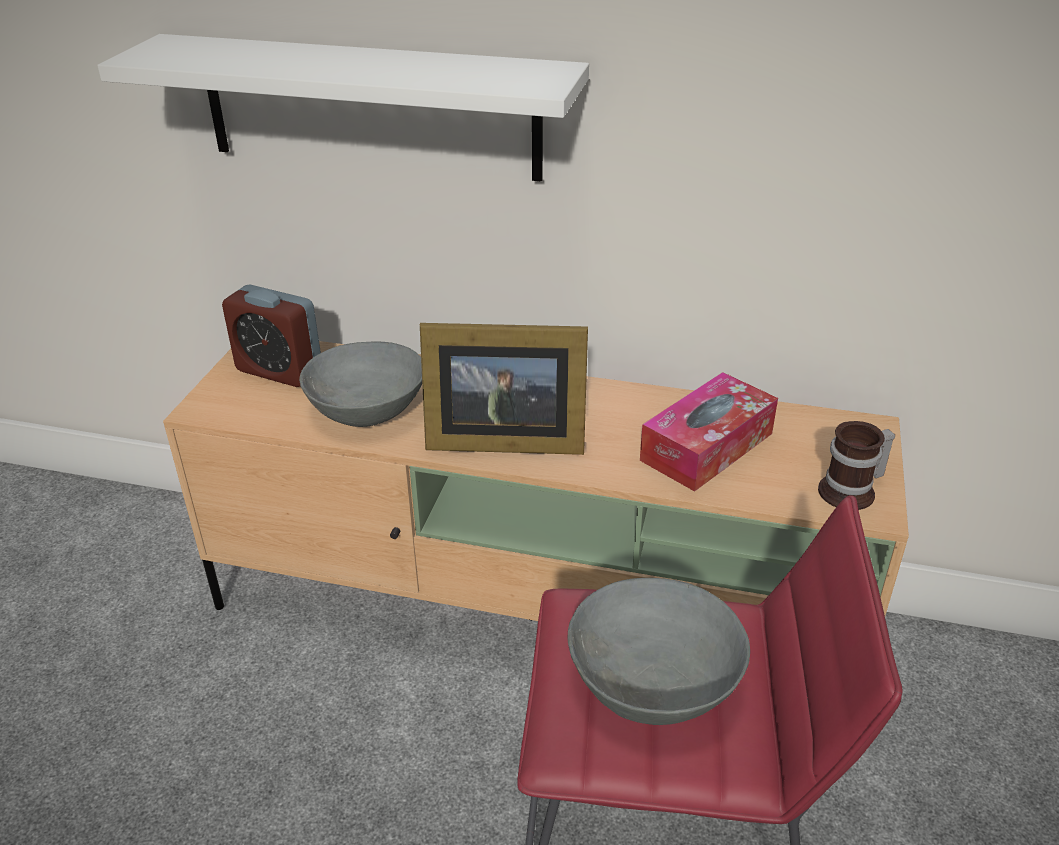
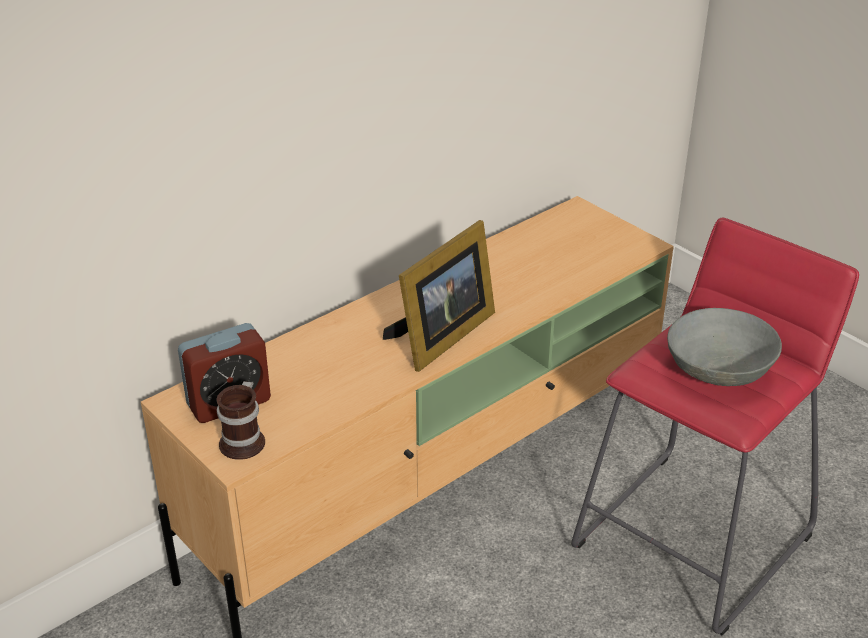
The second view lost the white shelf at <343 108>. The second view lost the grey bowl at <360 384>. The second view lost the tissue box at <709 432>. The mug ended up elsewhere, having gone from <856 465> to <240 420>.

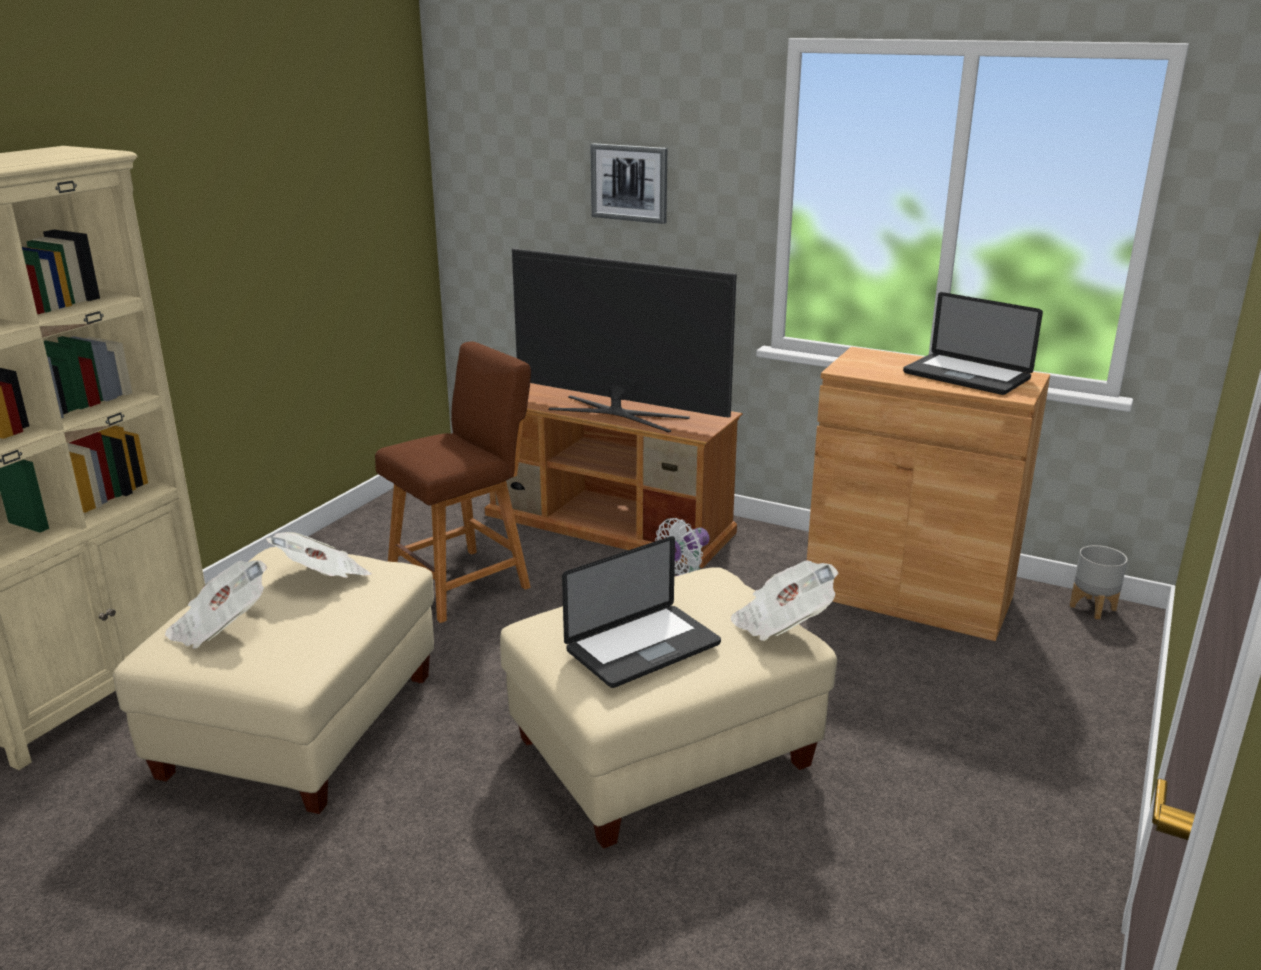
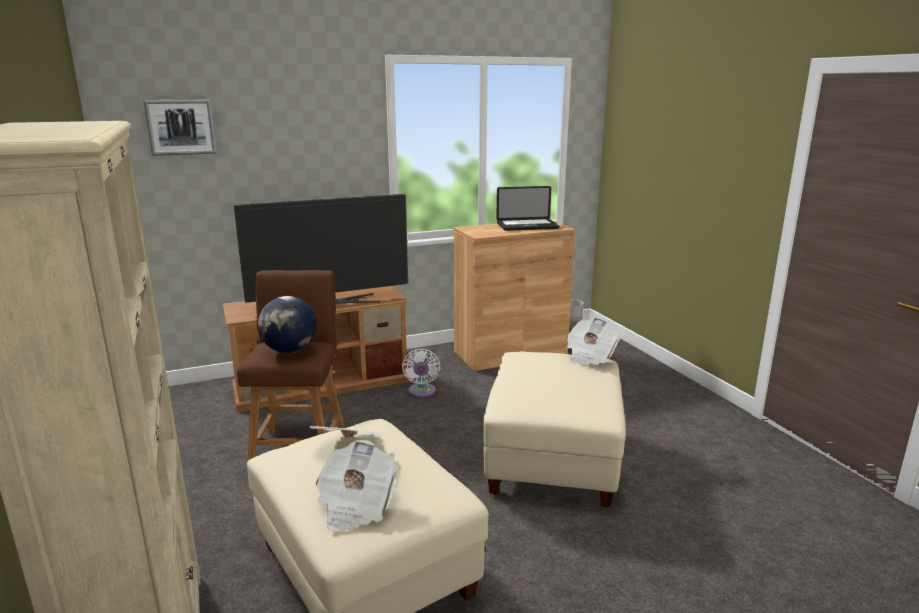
The picture ended up elsewhere, having gone from <628 183> to <180 128>. The second view lost the laptop at <641 612>. The second view gained the globe at <287 324>.

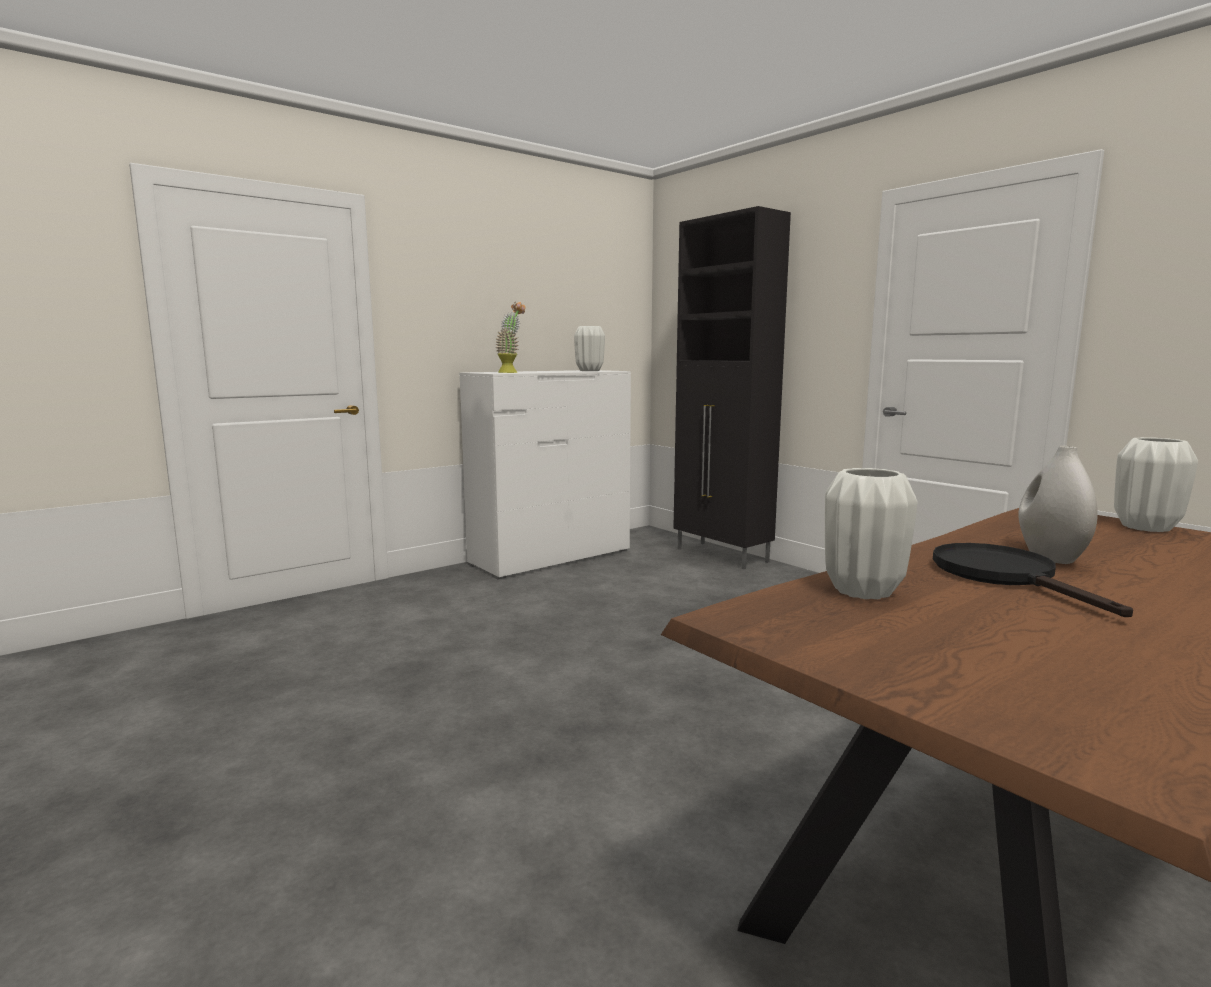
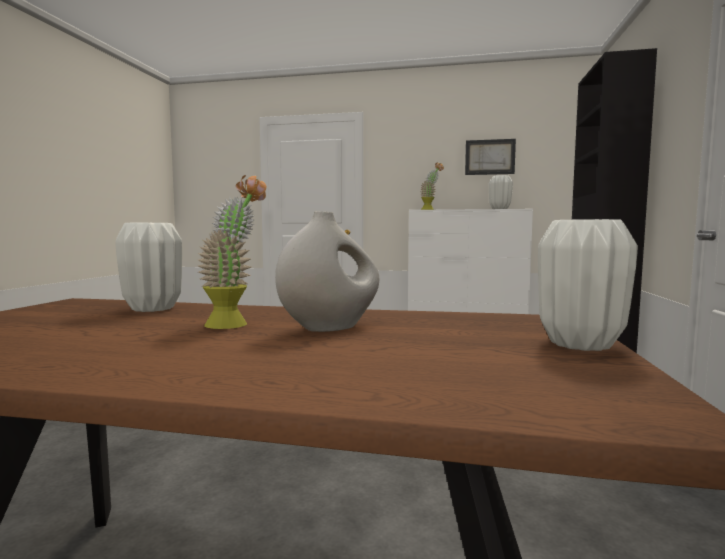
Where the black frying pan stood at <1033 580>, the potted plant came to stand at <232 252>. The second view gained the picture at <490 157>.

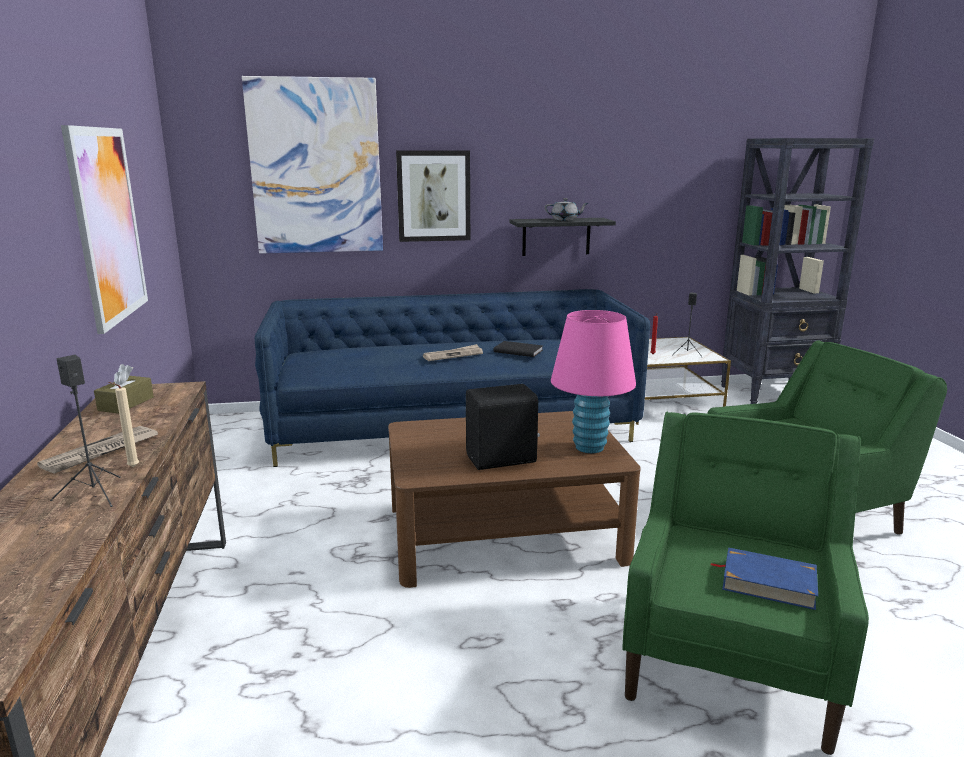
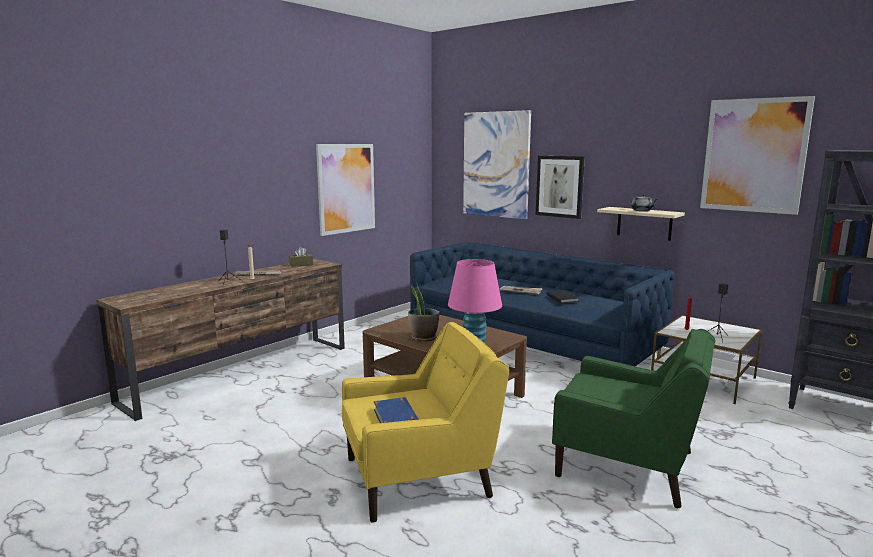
What was the black shelf at <562 237> turned into the beige shelf at <641 224>. Where the black speaker stood at <503 427>, the potted plant came to stand at <423 312>. What was the green armchair at <745 583> turned into the yellow armchair at <425 422>. The second view gained the picture at <757 155>.

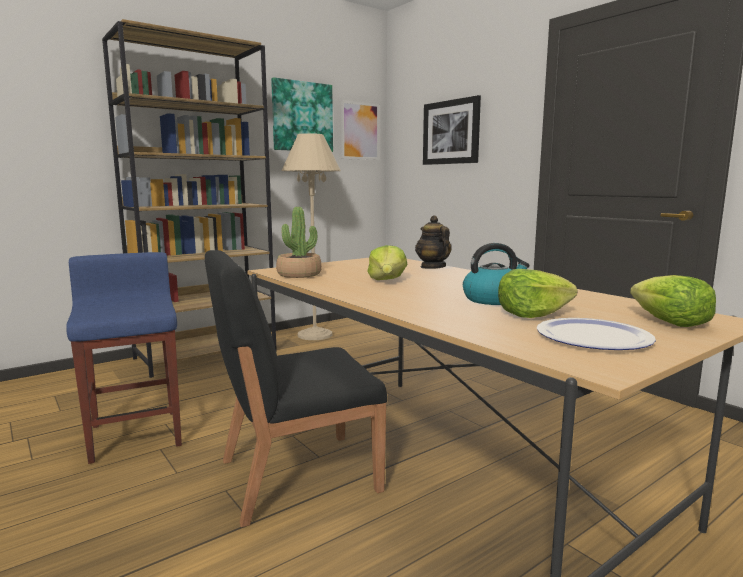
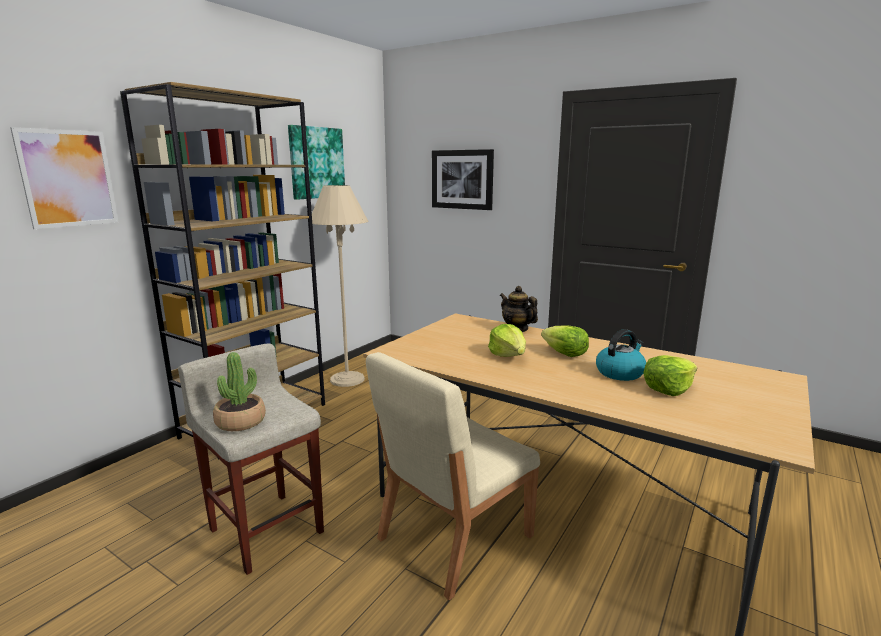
The picture ended up elsewhere, having gone from <360 130> to <64 178>. The potted plant ended up elsewhere, having gone from <299 242> to <239 391>. What was the black chair at <296 388> turned into the beige chair at <453 476>. What was the blue stool at <124 358> turned into the beige stool at <251 459>. The lettuce ended up elsewhere, having gone from <673 301> to <565 341>. The second view lost the plate at <596 334>.

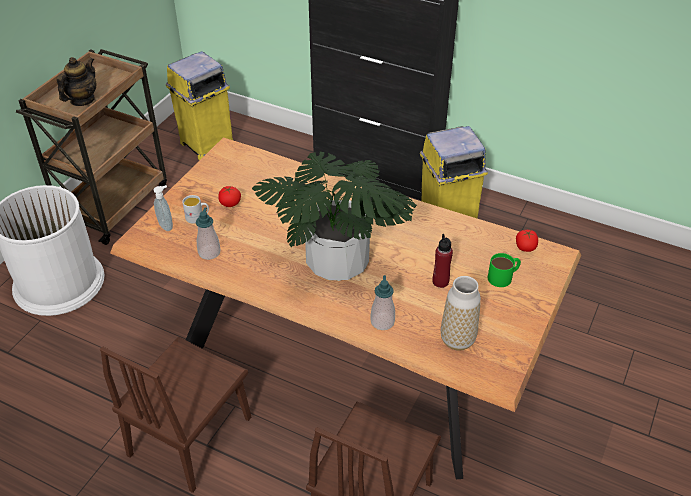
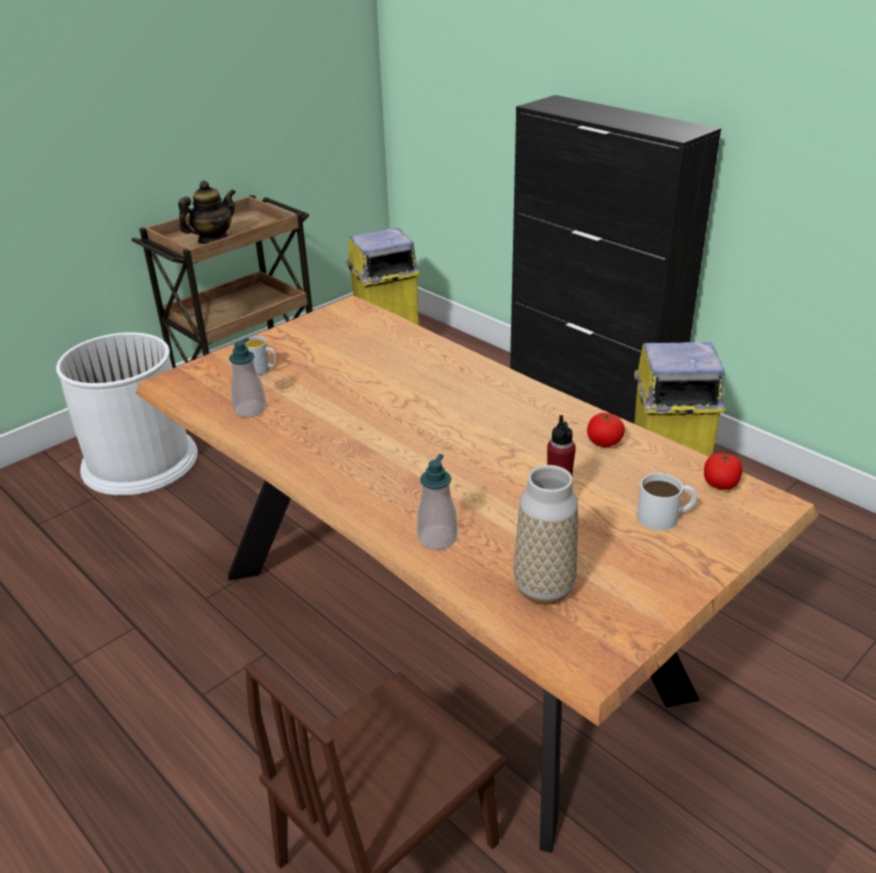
The second view lost the potted plant at <334 216>. The second view lost the soap dispenser at <163 208>. The tomato ended up elsewhere, having gone from <229 196> to <606 430>. What was the green mug at <504 270> turned into the white mug at <667 501>. The second view lost the brown chair at <175 415>.

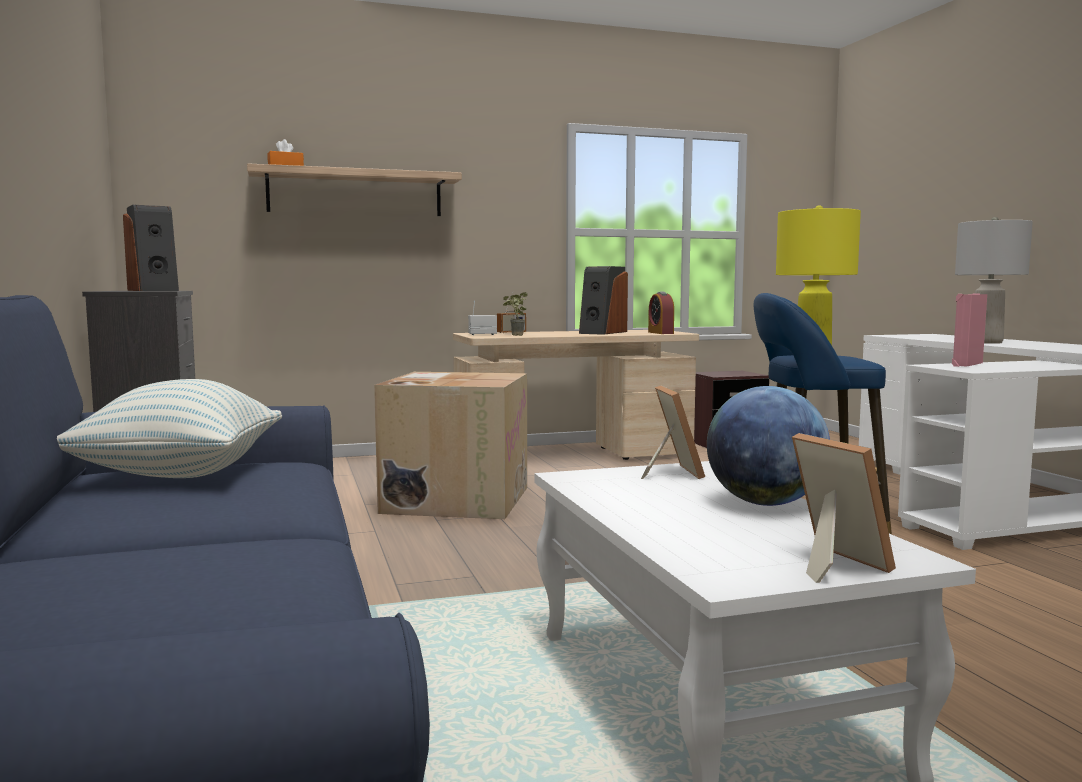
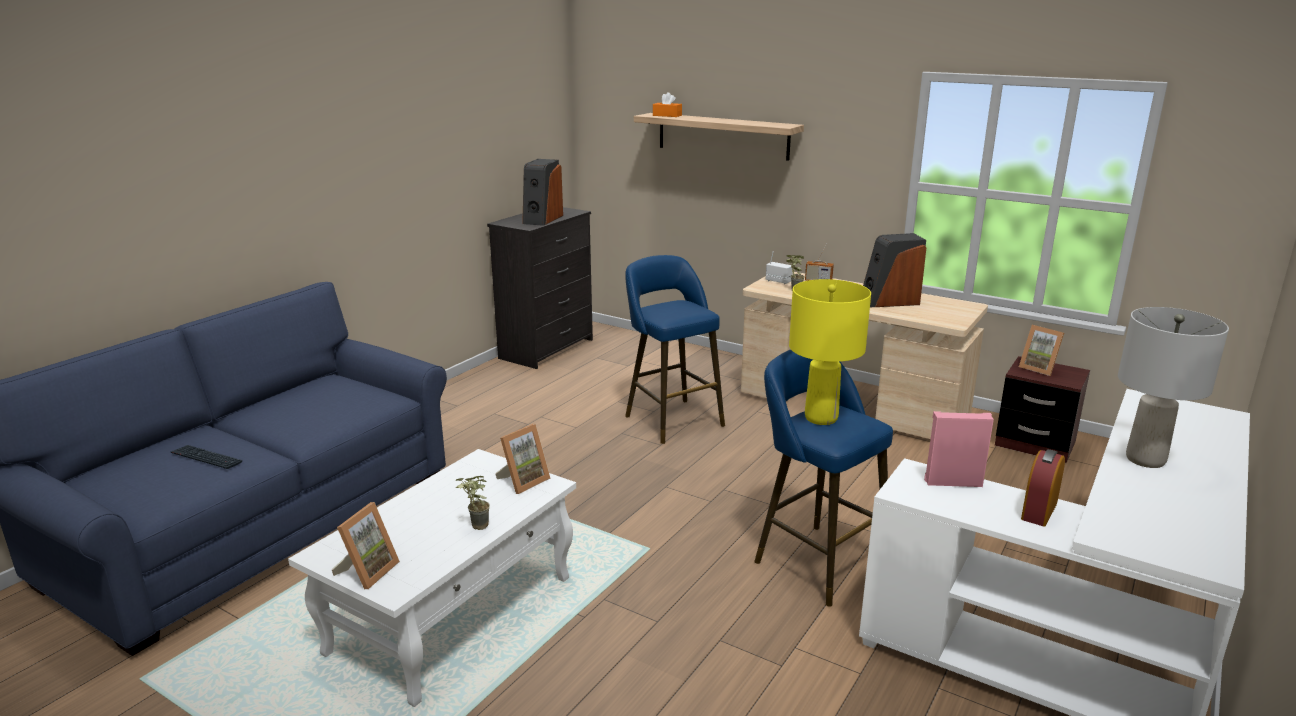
The alarm clock ended up elsewhere, having gone from <661 313> to <1043 488>. Where the cardboard box stood at <450 445>, the blue stool came to stand at <675 349>. The second view lost the pillow at <169 428>. Where the globe stood at <768 446>, the potted plant came to stand at <472 503>. The second view gained the picture frame at <1041 350>. The second view gained the keyboard at <206 457>.

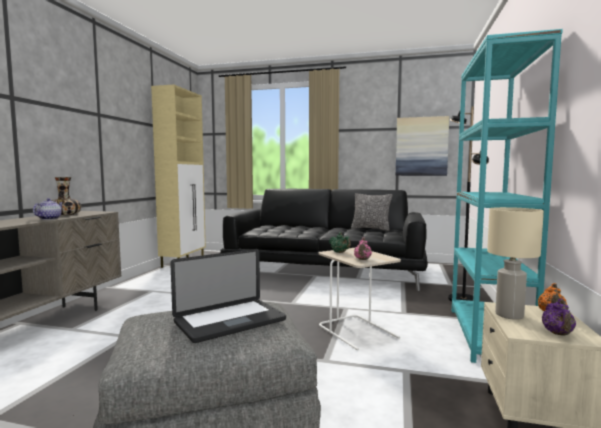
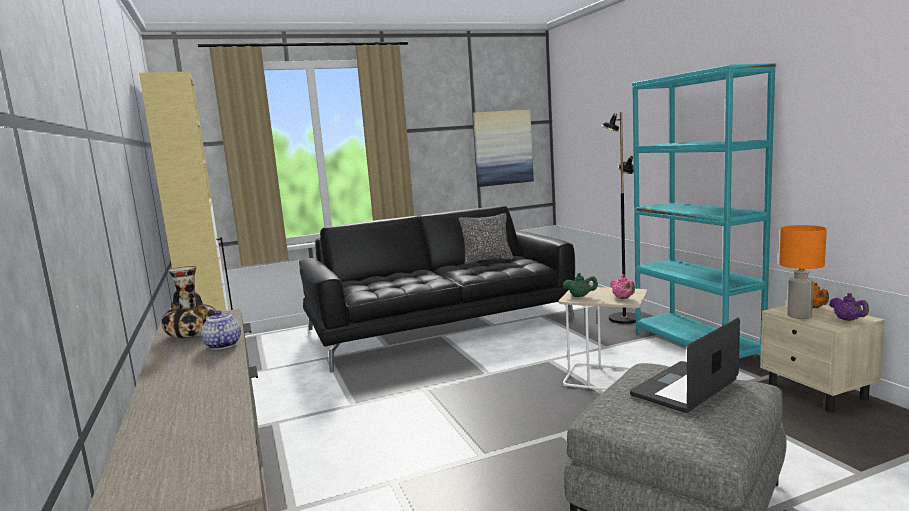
What was the beige table lamp at <515 263> turned into the orange table lamp at <803 272>. The laptop at <228 296> ended up facing another way, 150 degrees counterclockwise from before.

